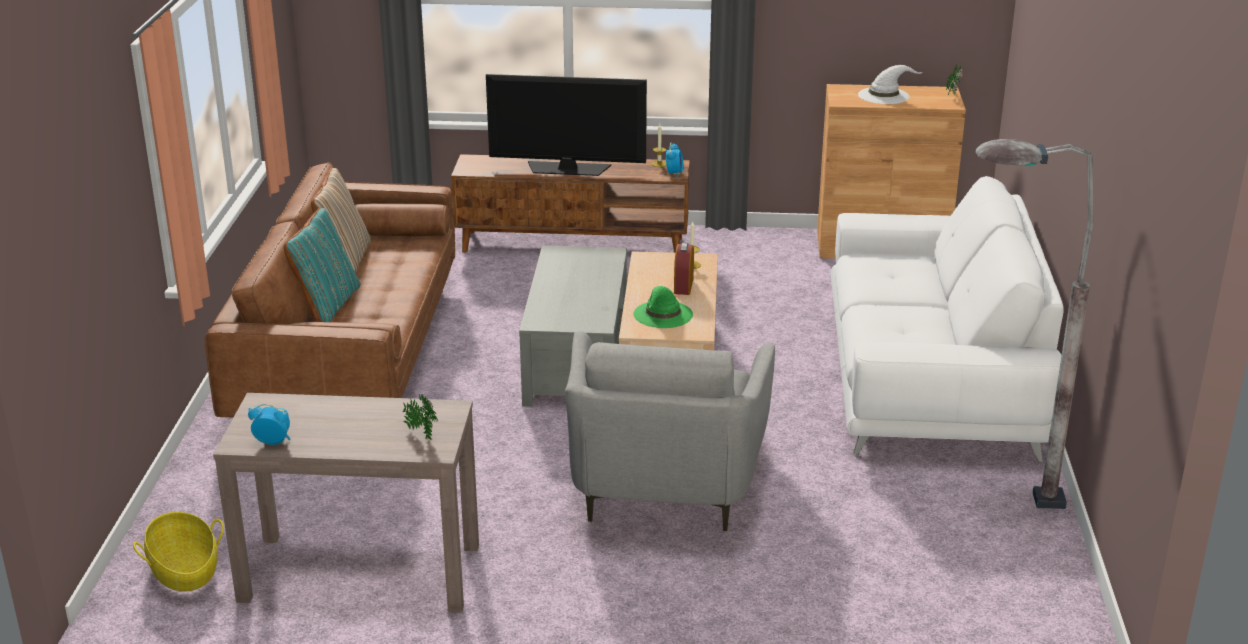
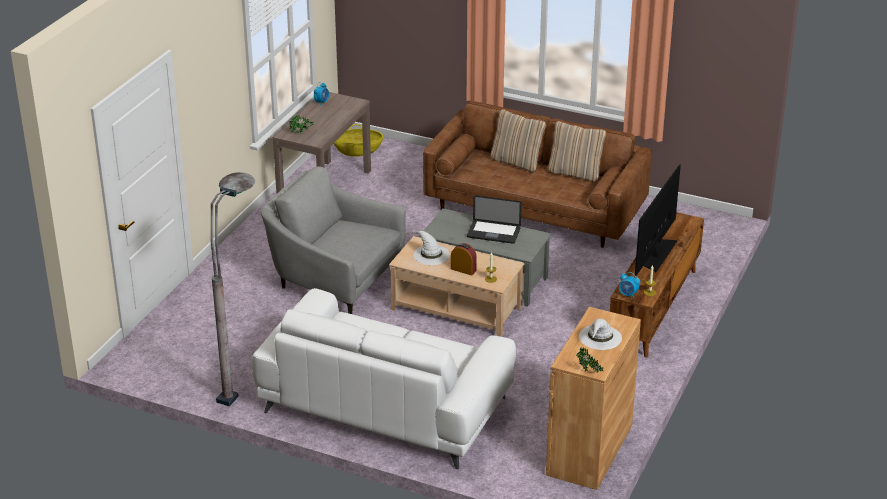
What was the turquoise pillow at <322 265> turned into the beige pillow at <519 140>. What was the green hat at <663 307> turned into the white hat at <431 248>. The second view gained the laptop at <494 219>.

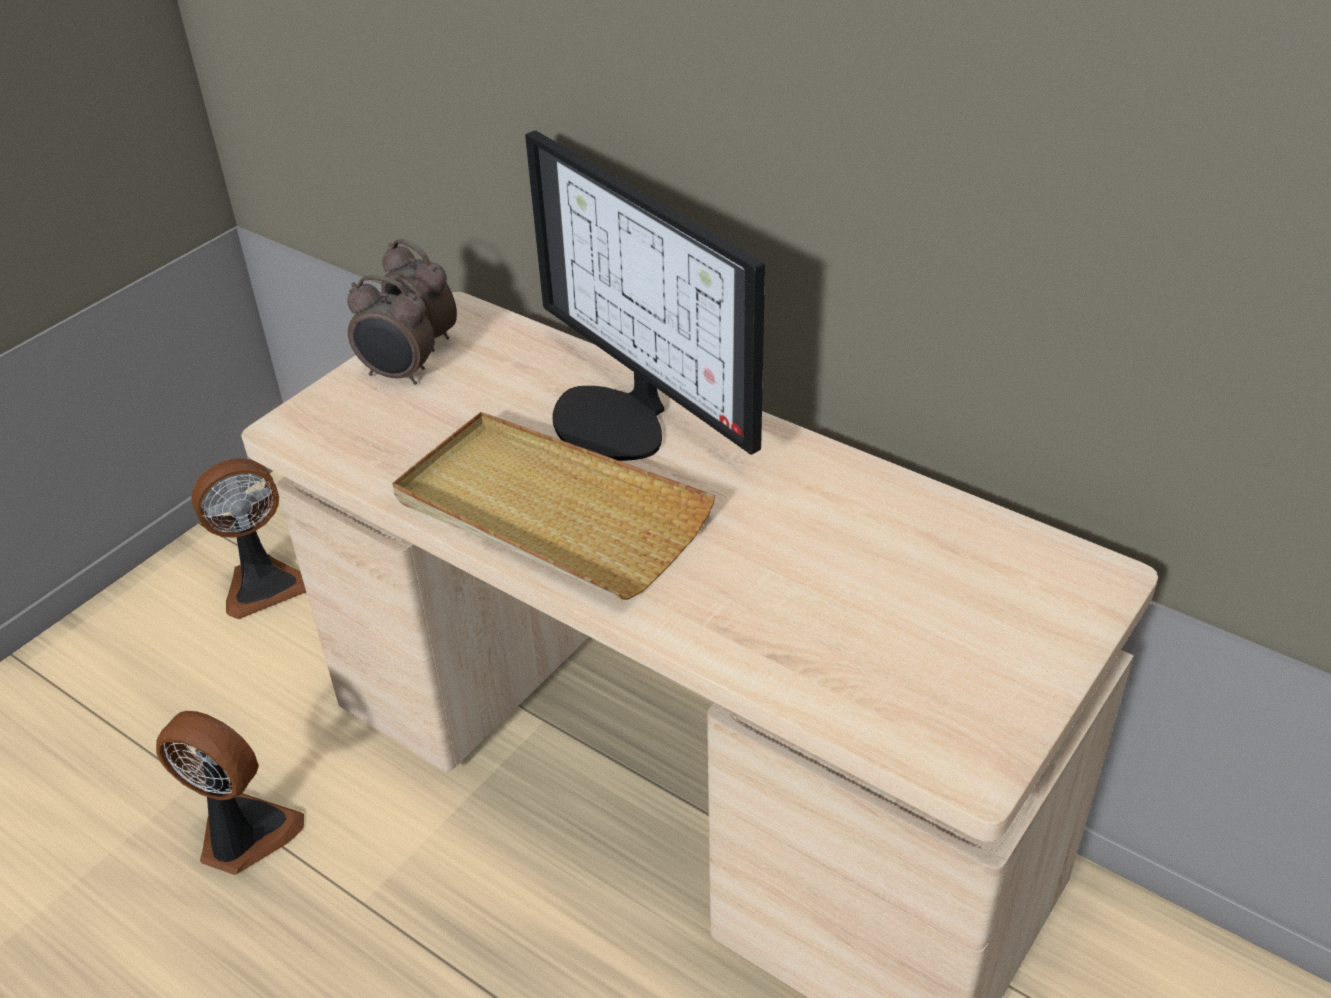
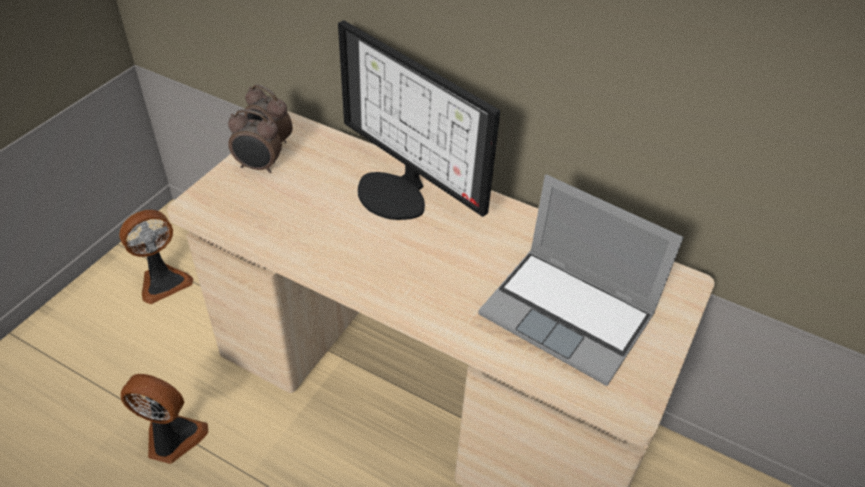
The second view lost the beige tray at <553 506>. The second view gained the laptop at <581 280>.

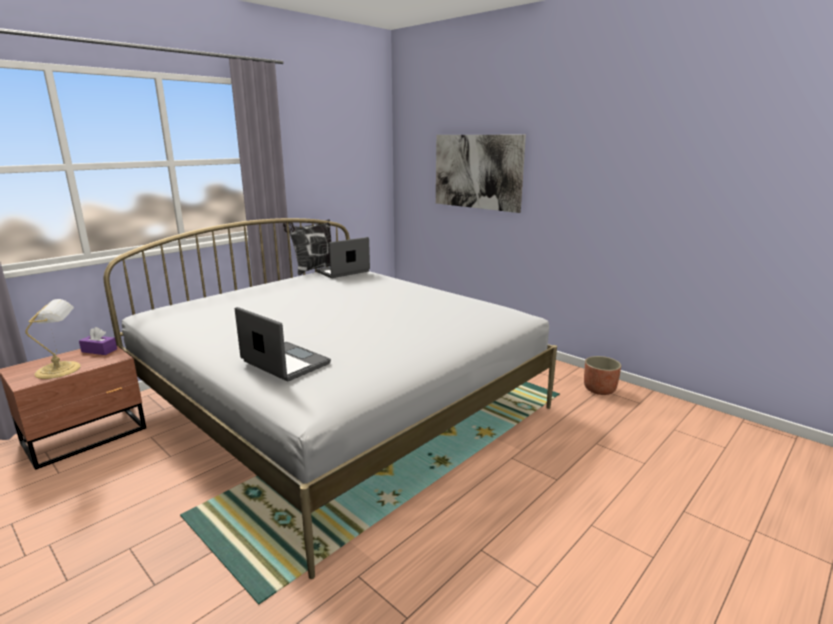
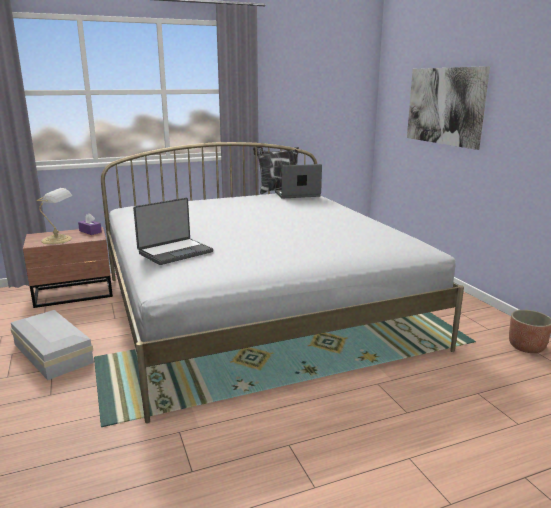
The laptop at <283 344> ended up facing another way, 75 degrees clockwise from before. The second view gained the white storage box at <52 345>.

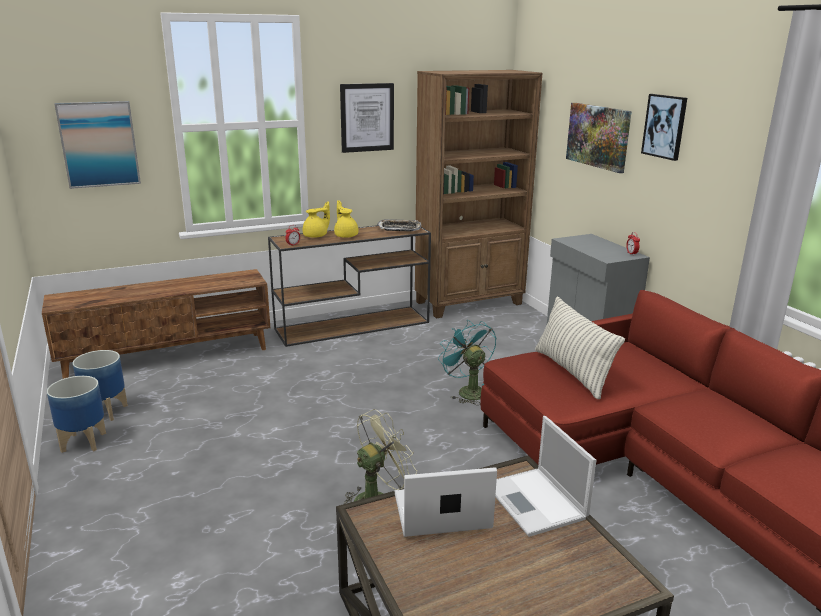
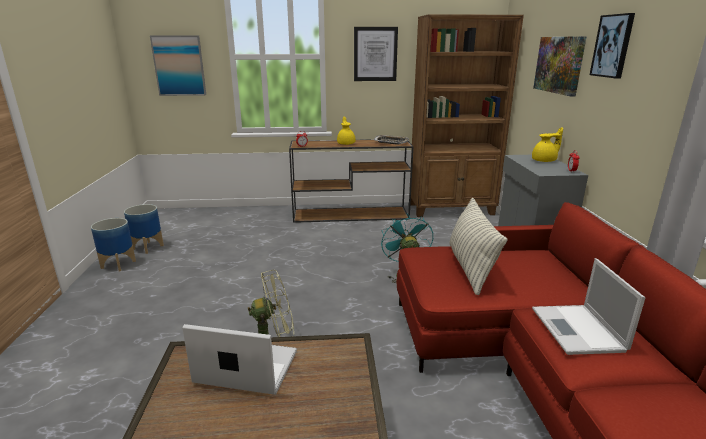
The yellow teapot ended up elsewhere, having gone from <316 219> to <547 144>. The second view lost the brown tv stand at <156 324>. The laptop ended up elsewhere, having gone from <546 476> to <588 306>.

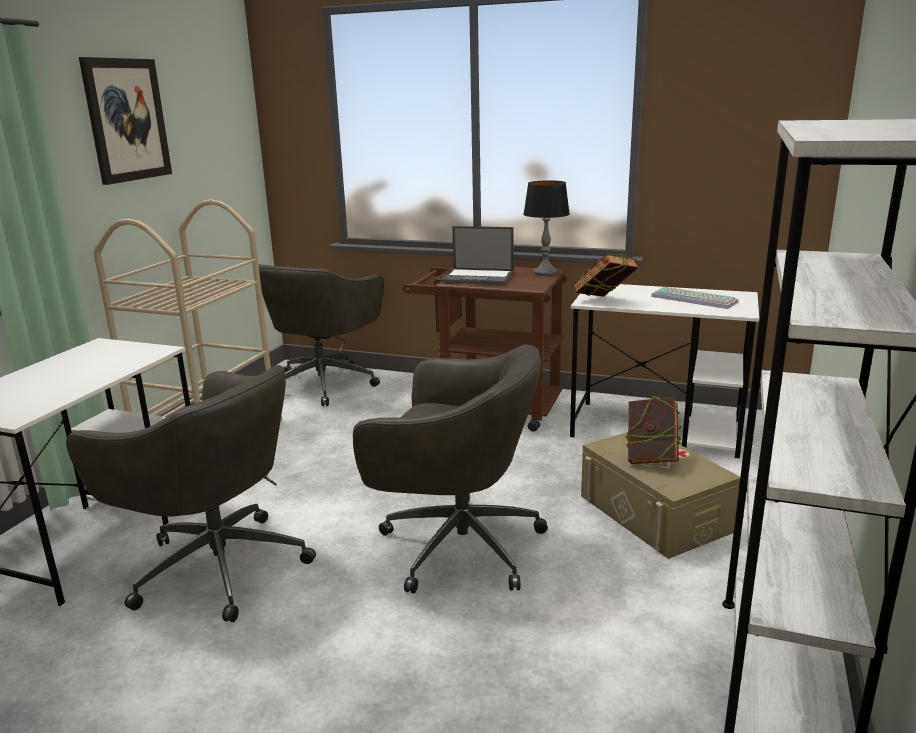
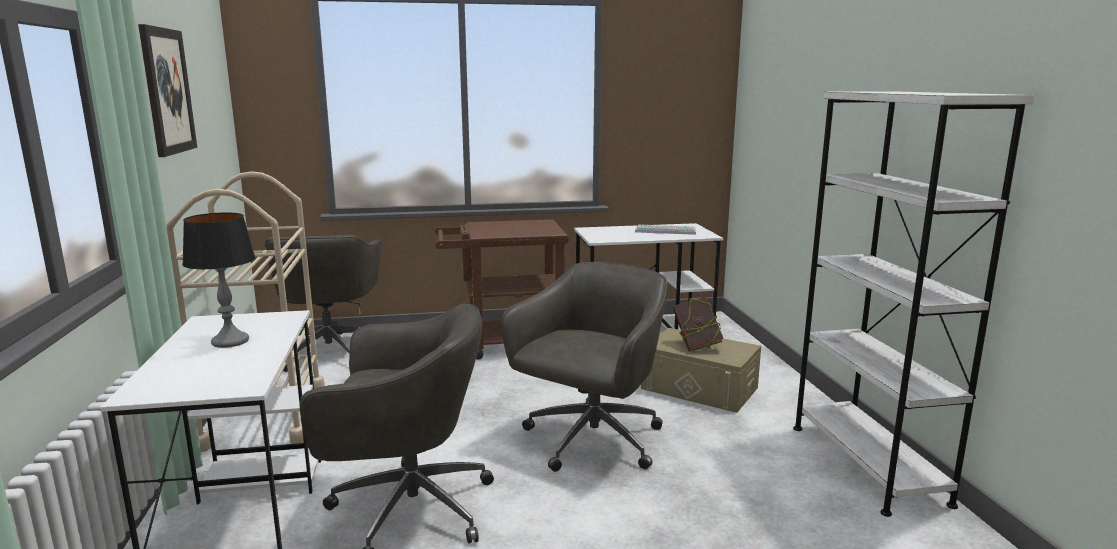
The table lamp ended up elsewhere, having gone from <546 228> to <219 280>. The second view lost the laptop at <478 255>. The second view lost the book at <606 275>. The grey office chair at <450 469> ended up facing another way, 45 degrees counterclockwise from before.

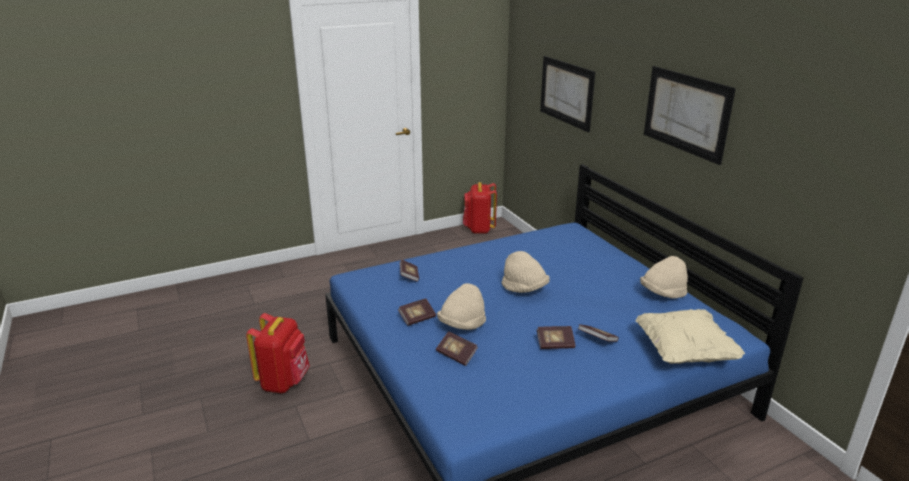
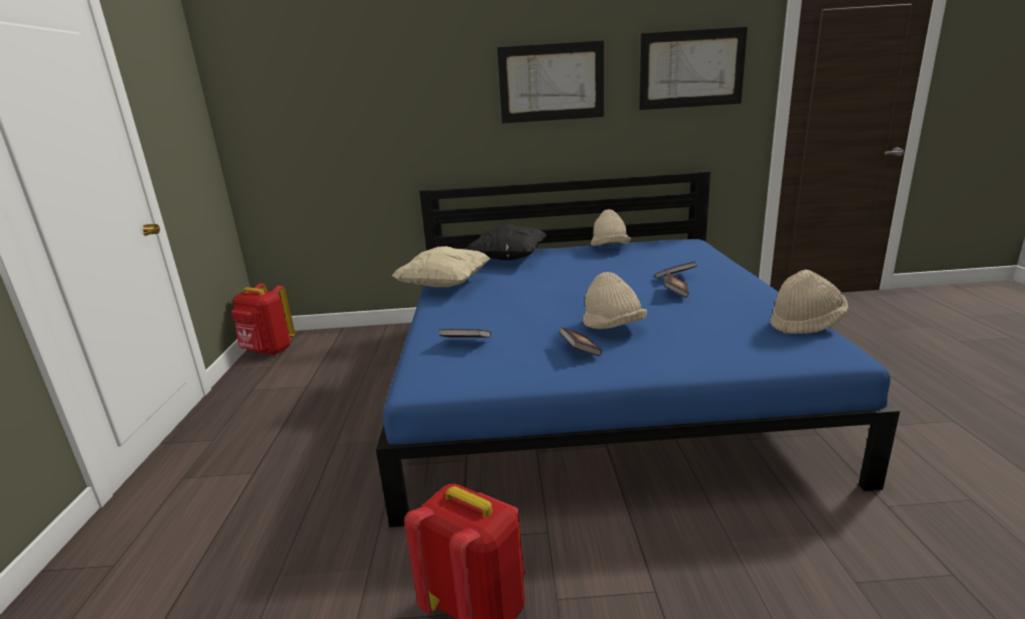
The picture ended up elsewhere, having gone from <567 94> to <693 68>. The beige hat ended up elsewhere, having gone from <525 272> to <809 301>. The beige pillow ended up elsewhere, having gone from <690 336> to <441 266>. The second view lost the book at <457 348>. The second view gained the black pillow at <506 242>.

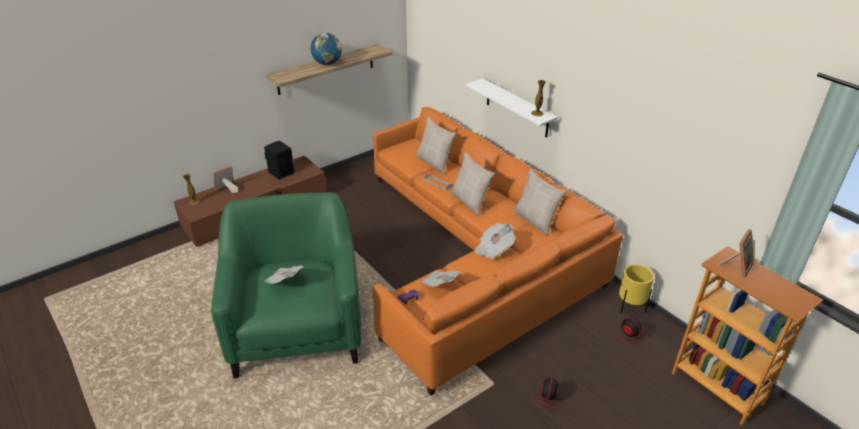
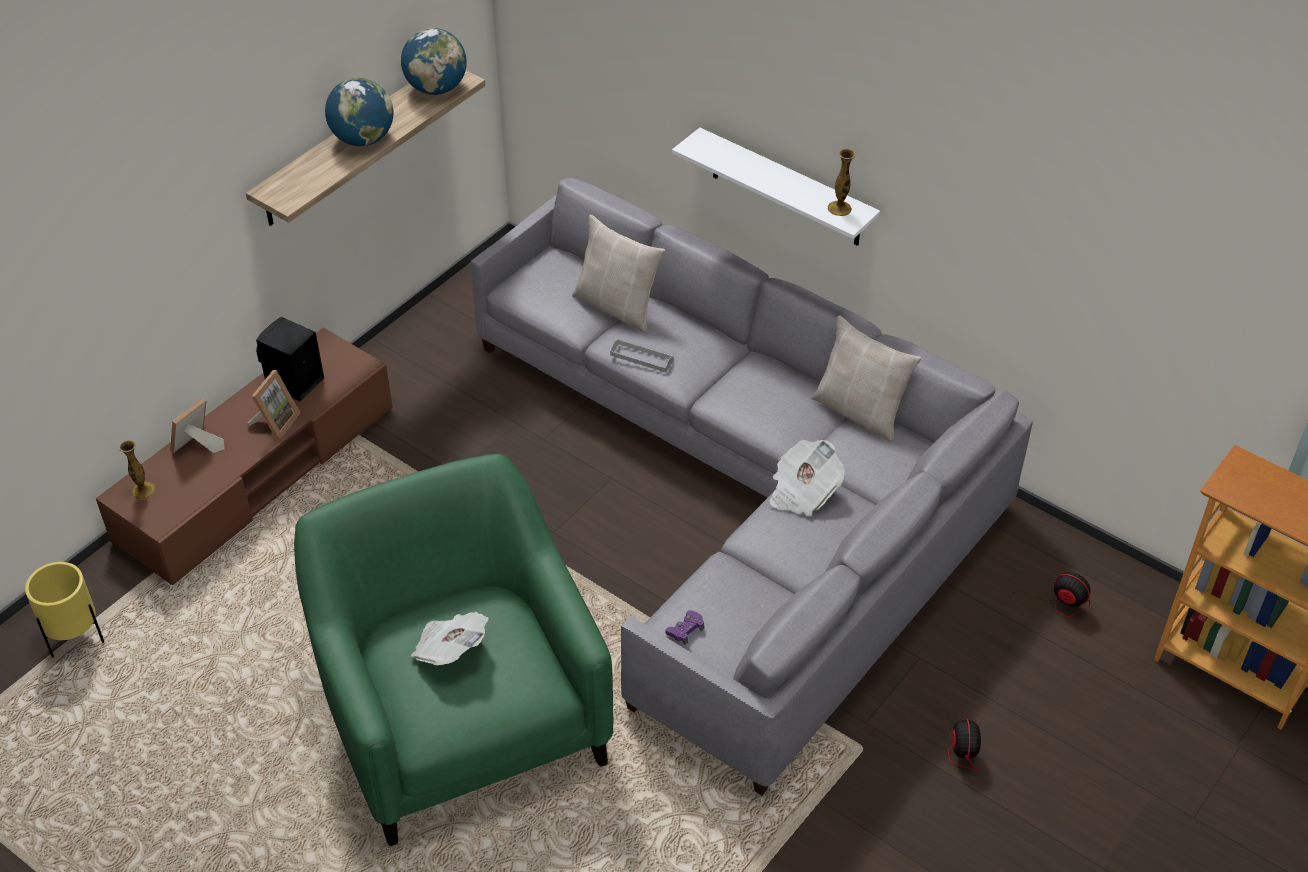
What was the orange sofa at <497 251> turned into the grey sofa at <752 487>. The second view lost the beige pillow at <472 184>. The picture frame ended up elsewhere, having gone from <736 253> to <273 405>. The yellow planter ended up elsewhere, having gone from <636 289> to <64 610>. The second view lost the newspaper at <440 278>. The second view gained the globe at <434 61>.

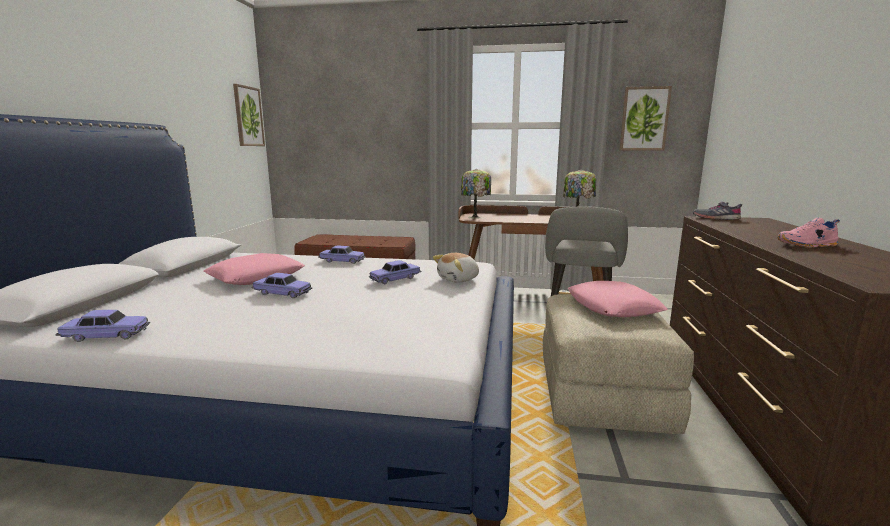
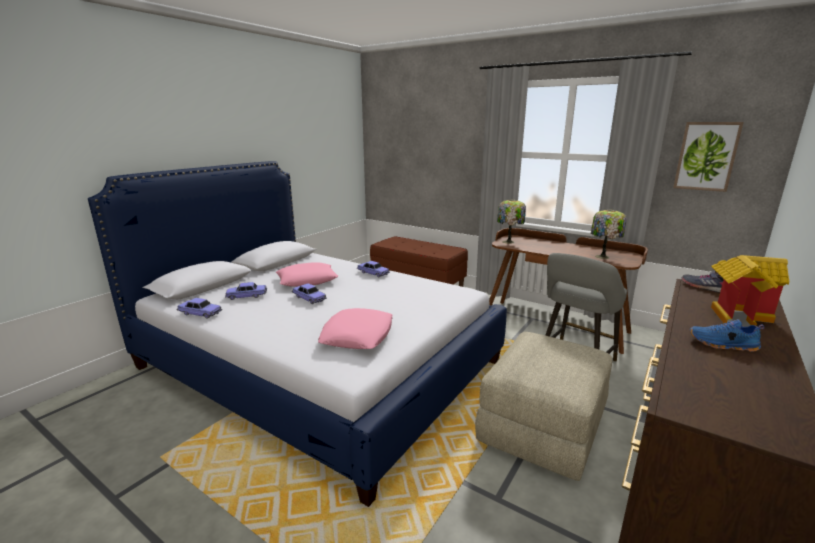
The second view lost the picture at <249 115>. What was the pink shoe at <809 232> turned into the blue shoe at <727 335>. The second view lost the plush toy at <456 268>. The toy car ended up elsewhere, having gone from <395 272> to <246 291>. The pink pillow ended up elsewhere, having gone from <618 299> to <355 328>. The second view gained the toy house at <750 291>.

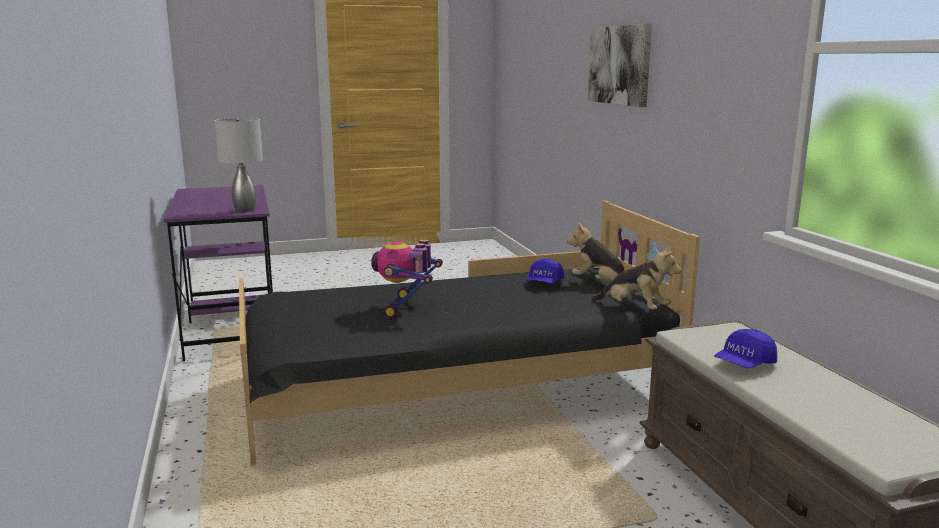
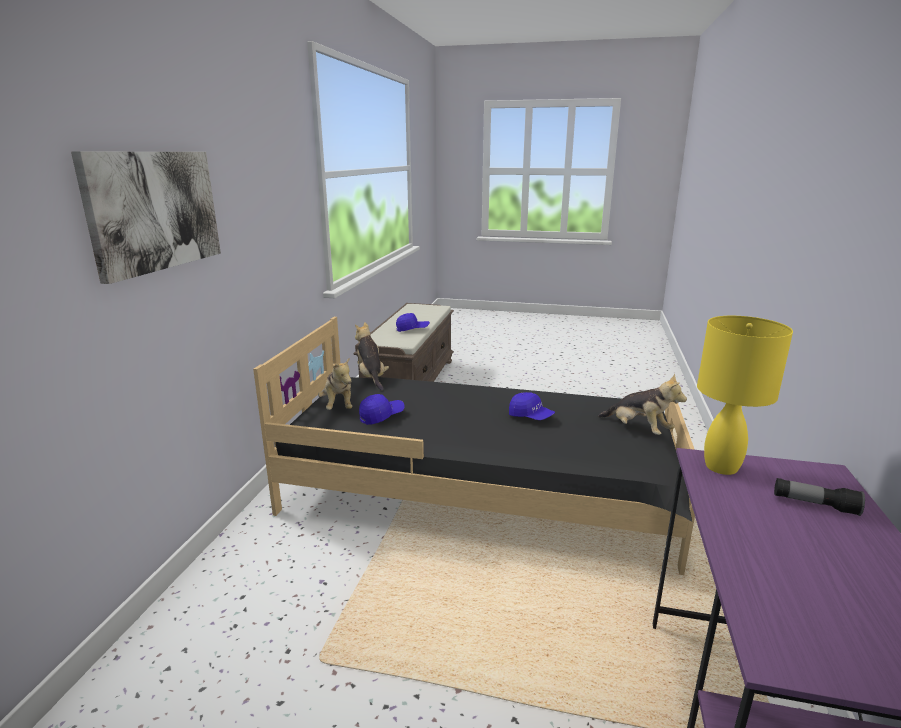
What was the grey table lamp at <239 165> turned into the yellow table lamp at <745 395>. Where the toy robot stood at <407 278>, the blue cap came to stand at <532 406>. The second view gained the plush toy at <642 404>. The second view gained the flashlight at <819 497>.

